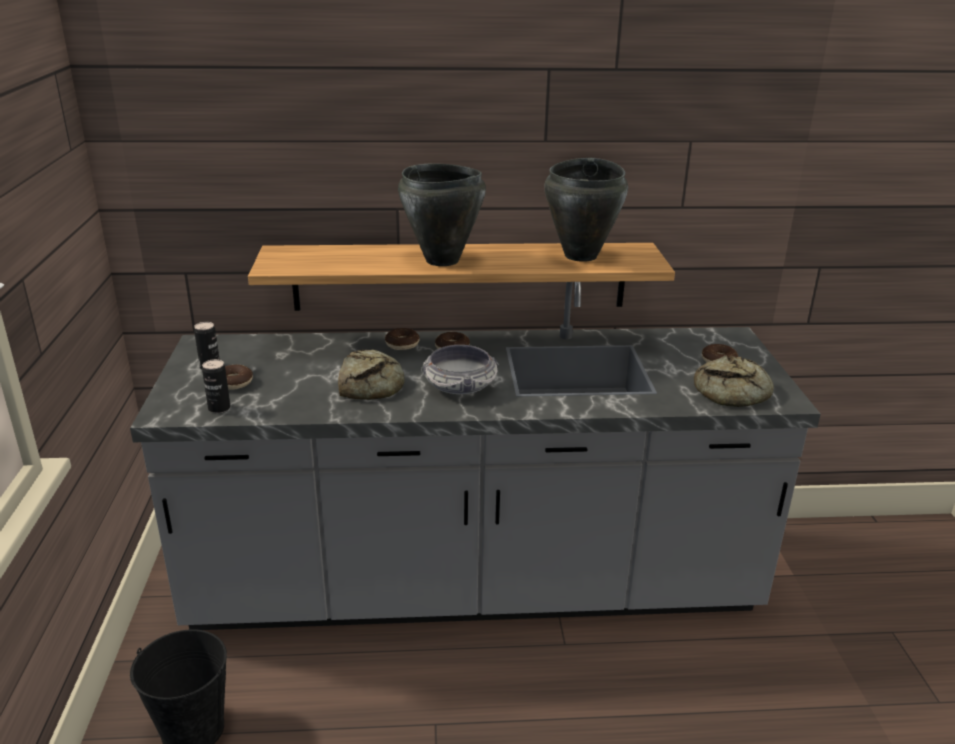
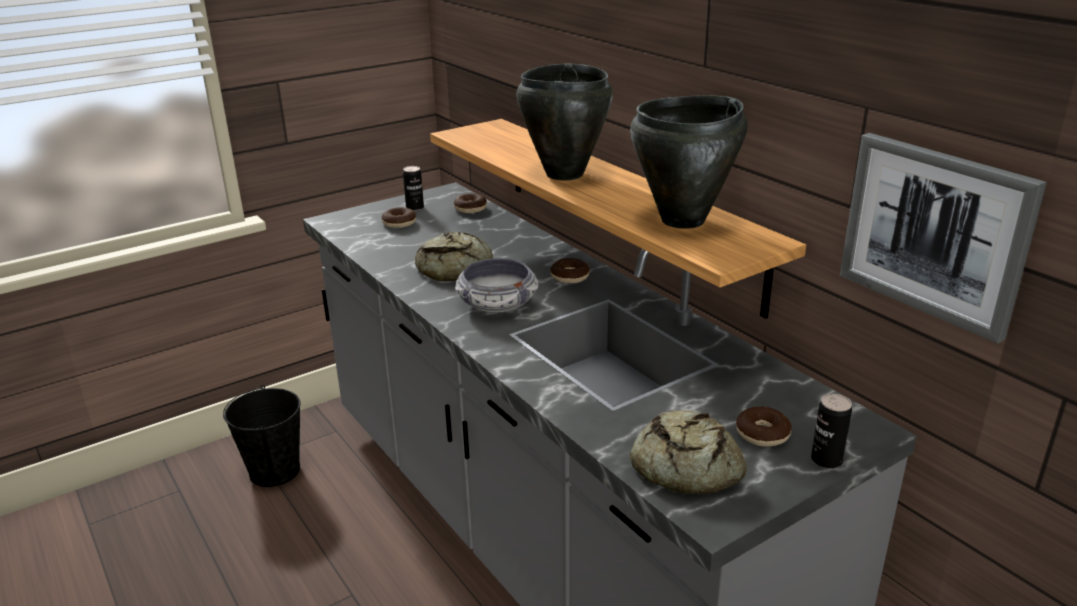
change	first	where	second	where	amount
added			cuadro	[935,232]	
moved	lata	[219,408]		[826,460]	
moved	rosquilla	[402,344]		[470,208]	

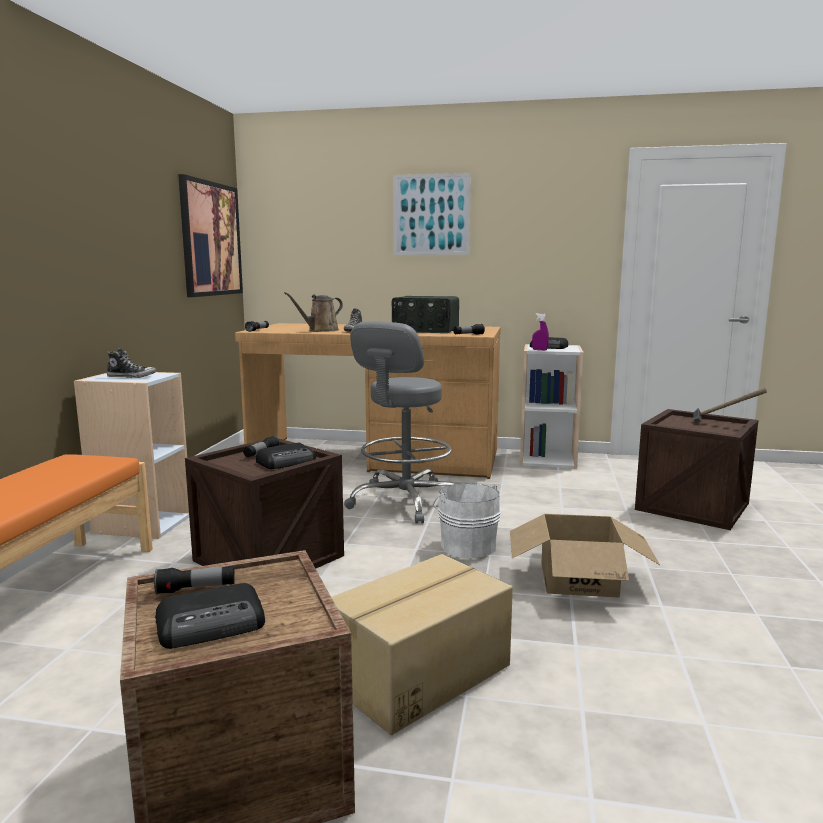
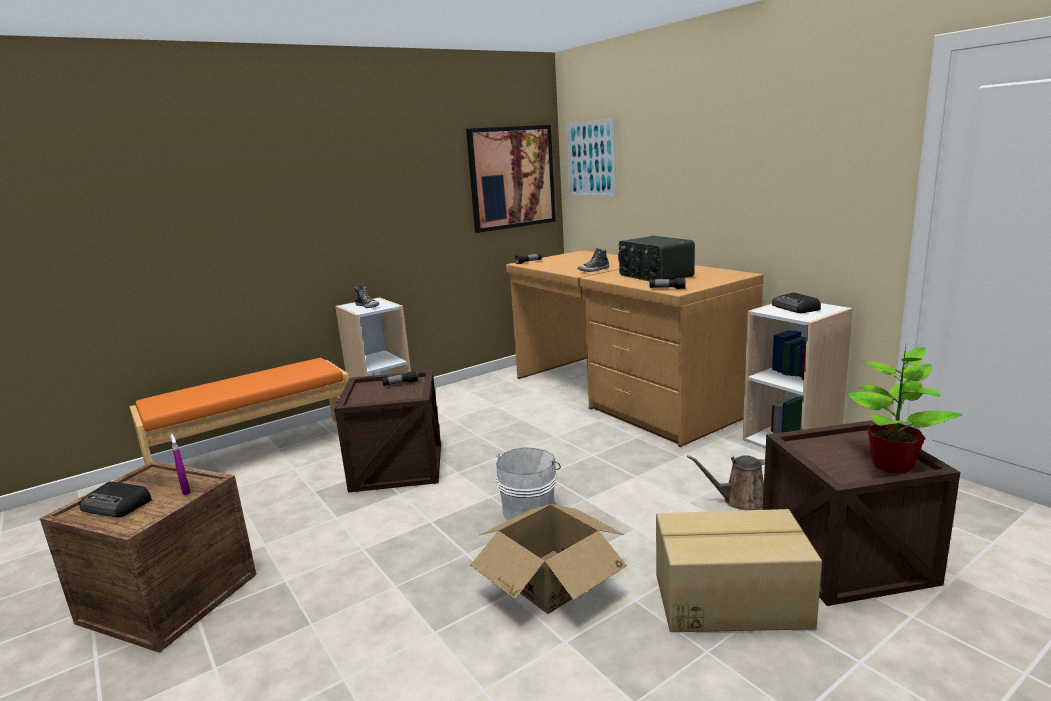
change	first	where	second	where	amount
removed	linterna	[196,589]			
removed	radio	[287,462]			
removed	taburete (gris)	[405,502]			
moved	regadera (marrón)	[320,331]		[740,501]	
moved	caja de cartón	[417,673]		[729,599]	
moved	cuadro	[431,215]		[590,159]	
moved	pulverizador (morado)	[539,350]		[185,490]	
replaced	martillo	[723,425]	planta en maceta	[892,464]	

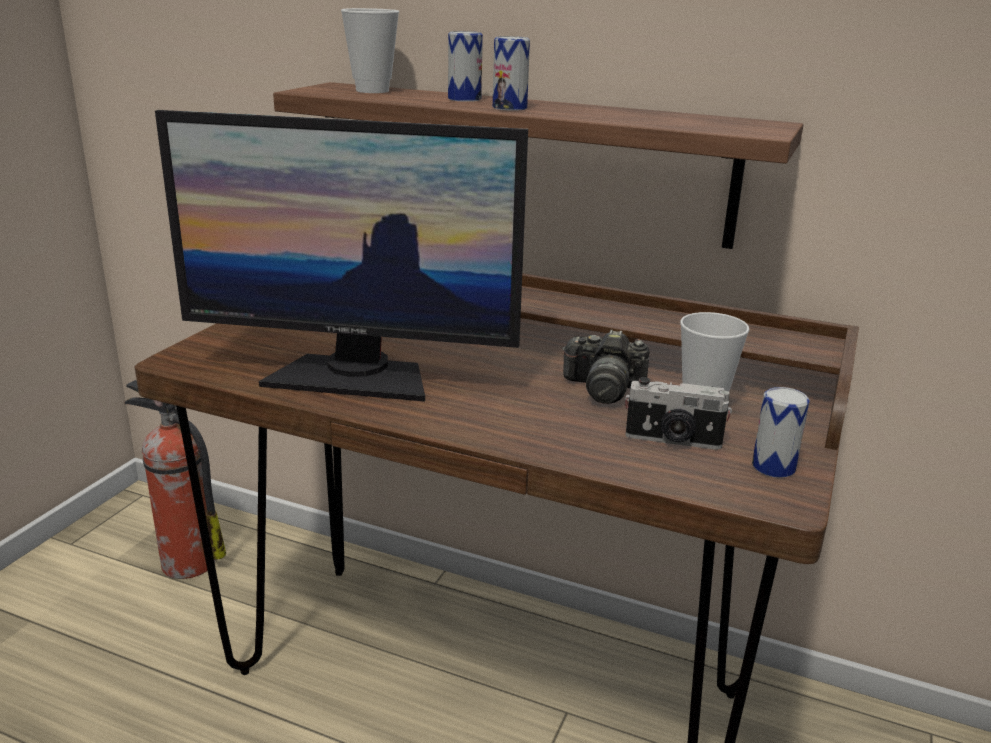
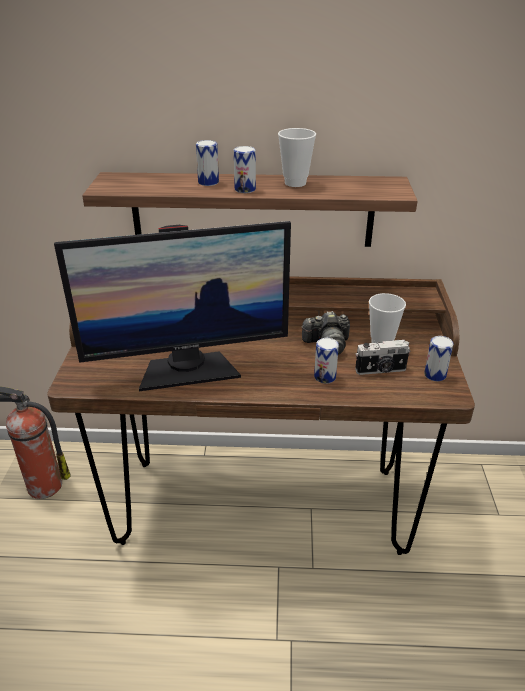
change	first	where	second	where	amount
added			lata	[325,377]	
moved	taza	[372,91]		[295,183]	

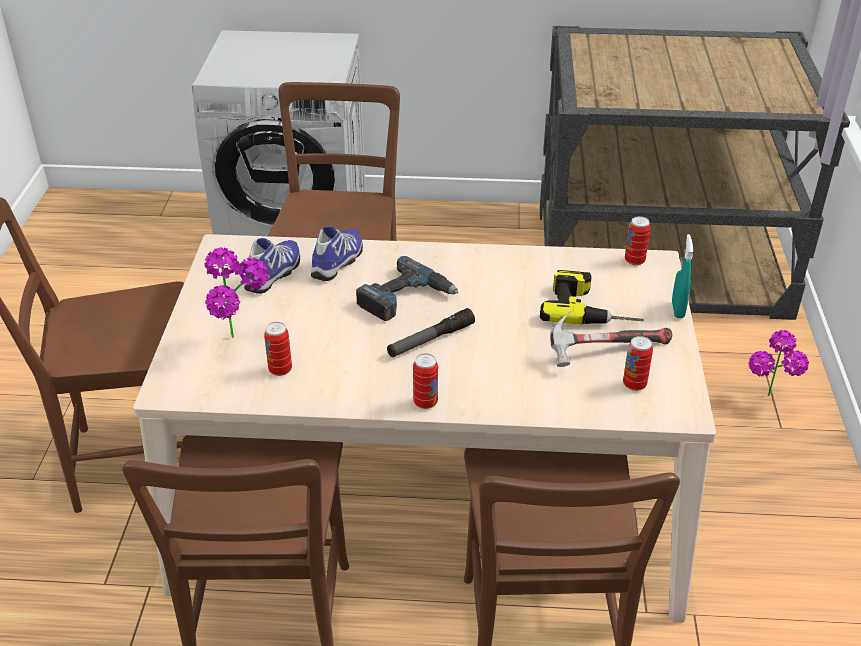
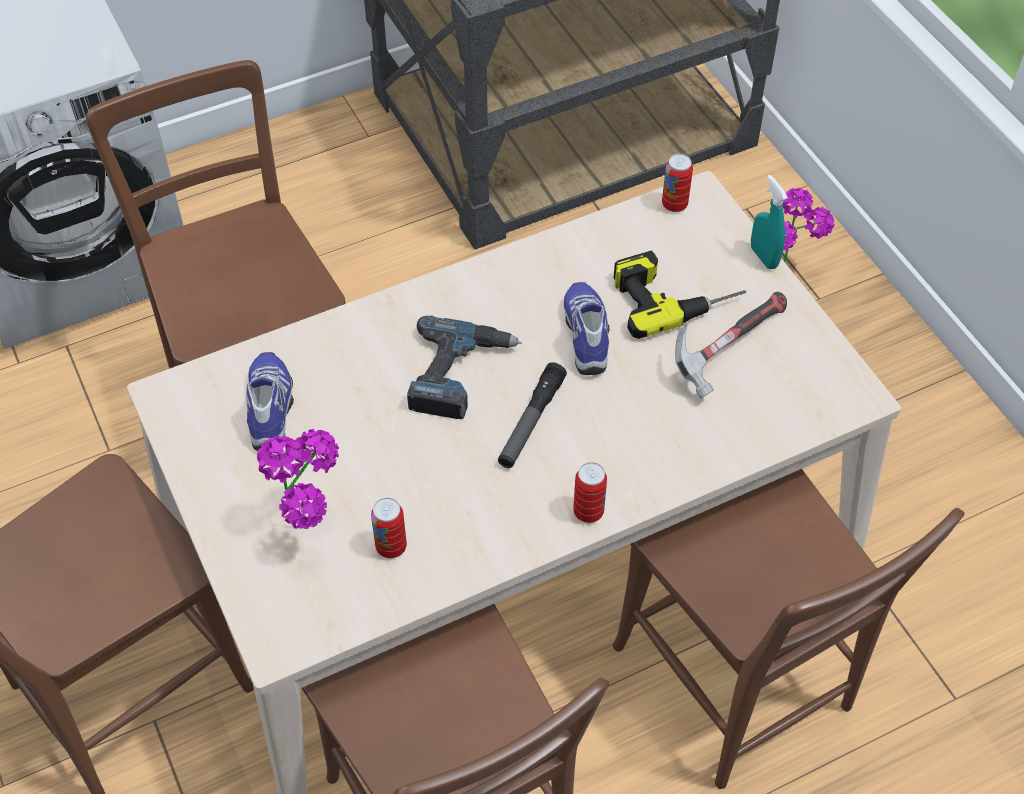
change	first	where	second	where	amount
removed	lata	[634,384]			
moved	zapato	[339,262]		[588,336]	

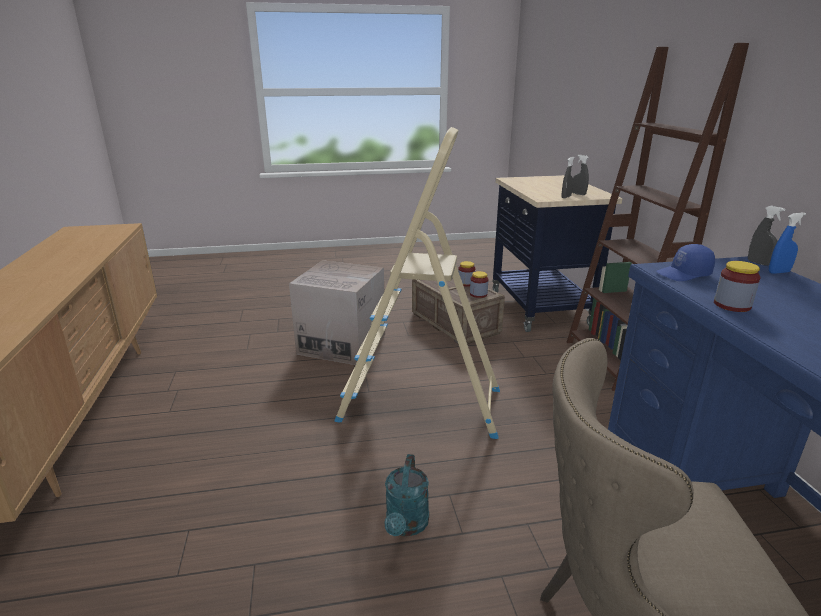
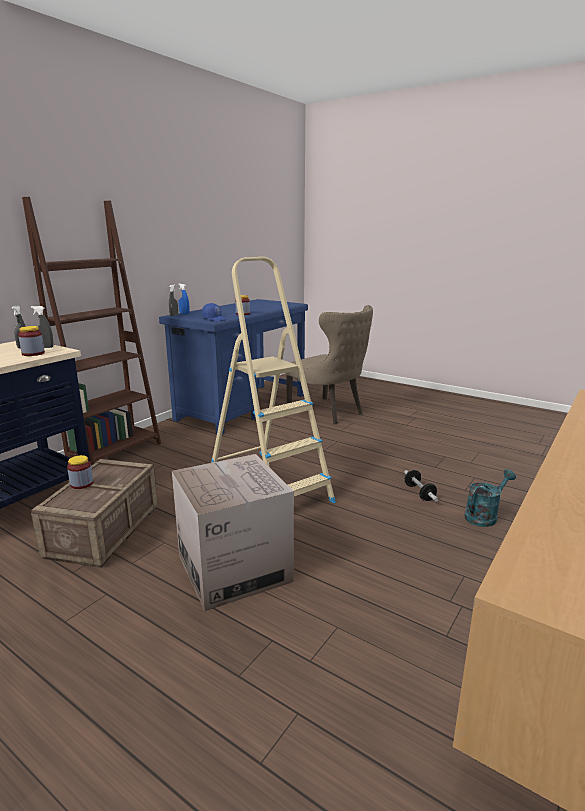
change	first	where	second	where	amount
added			mancuerna	[419,493]	
moved	regadera (turquesa)	[406,525]		[484,516]	
moved	tarro	[478,294]		[33,353]	

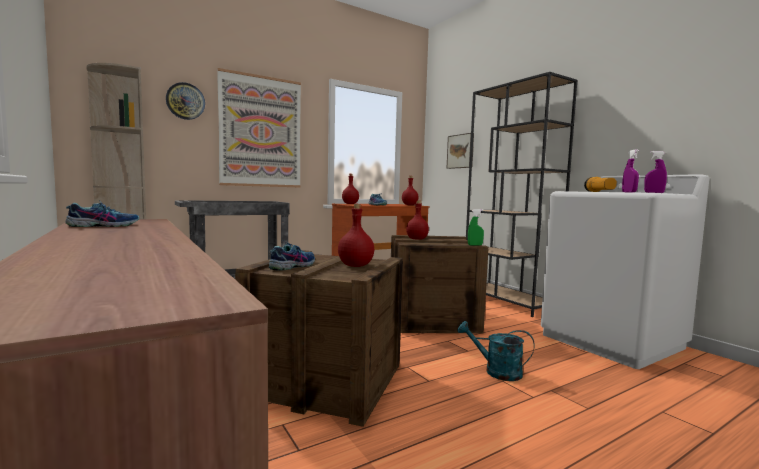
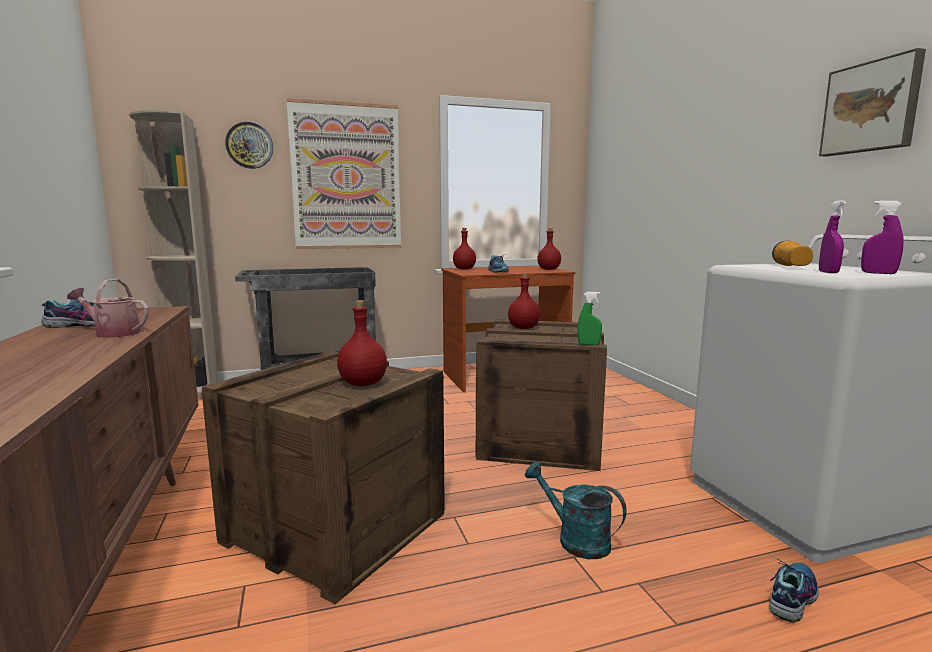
change	first	where	second	where	amount
removed	estantería	[508,302]			
added			regadera	[113,333]	
moved	zapato	[293,266]		[791,597]	
moved	cuadro	[461,151]		[871,107]	

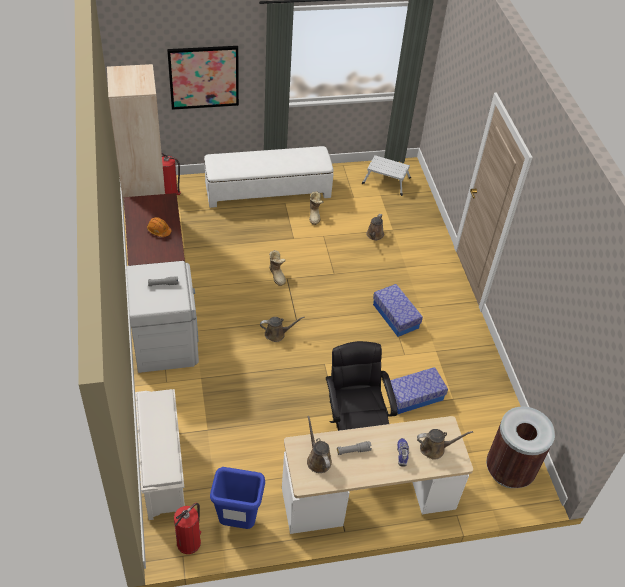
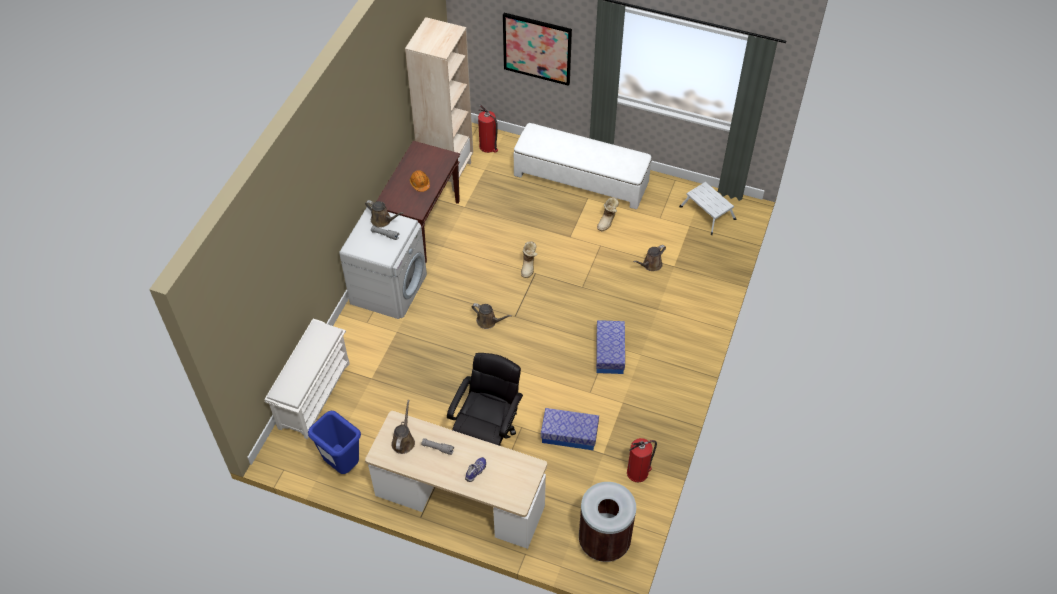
change	first	where	second	where	amount
moved	extintor	[189,542]		[638,472]	
moved	regadera (marrón)	[435,448]		[383,220]	

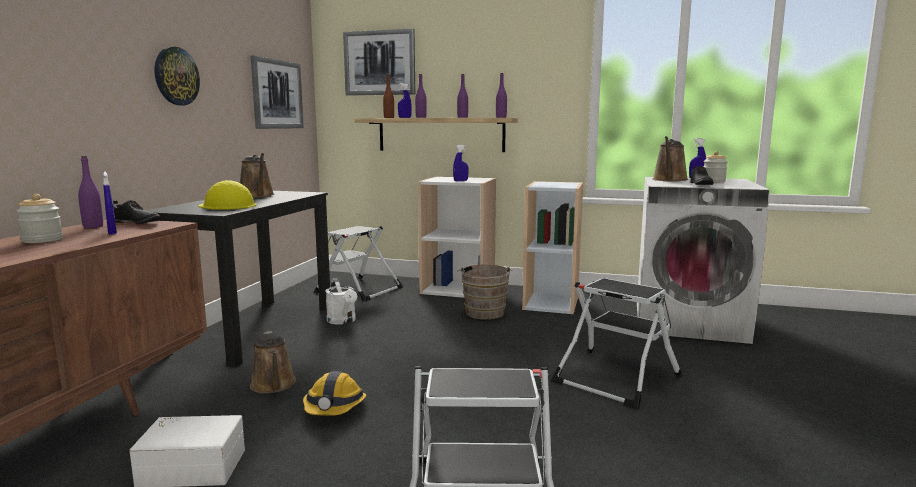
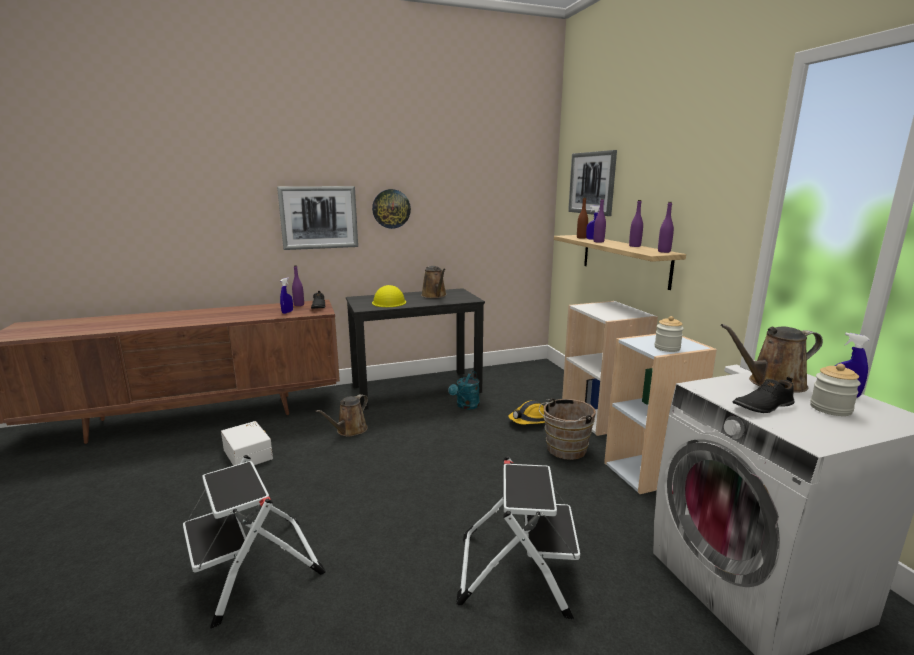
change	first	where	second	where	amount
removed	escalera de tijera	[359,289]			
removed	pulverizador (azul)	[460,181]			
moved	tarro	[42,240]		[667,348]	
moved	cuadro	[277,94]		[319,217]	
moved	casco	[334,408]		[529,421]	
recoloured	regadera (blanco)	[343,321]	regadera (turquesa)	[466,406]	
turned	regadera (marrón)	[257,196]		[435,296]	45 degrees counterclockwise

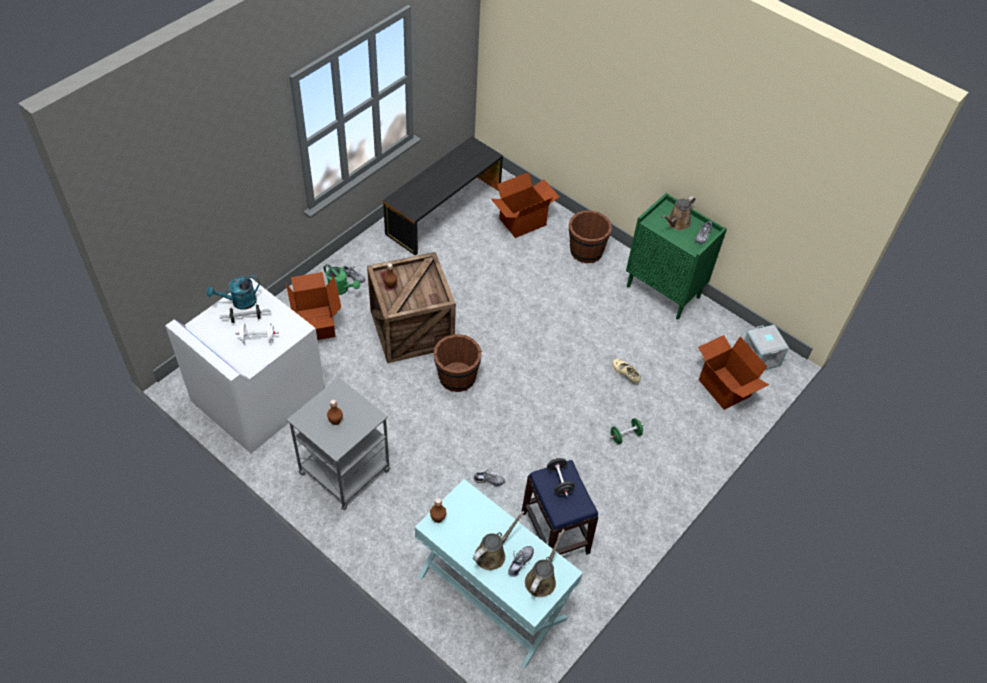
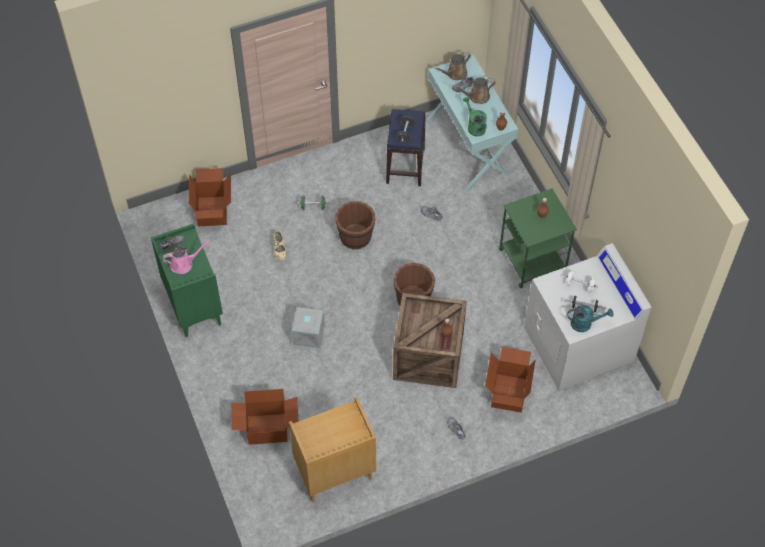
change	first	where	second	where	amount
moved	regadera (verde)	[341,289]		[474,126]	
moved	cubo (marrón)	[585,251]		[355,237]	
moved	caja de almacenaje (gris)	[760,358]		[308,334]	
replaced	banco (negro)	[443,210]	armario (marrón)	[334,474]	
recoloured	carrito (gris)	[343,470]	carrito (verde)	[532,261]	
recoloured	regadera (marrón)	[677,223]	regadera (rosa)	[183,264]	

